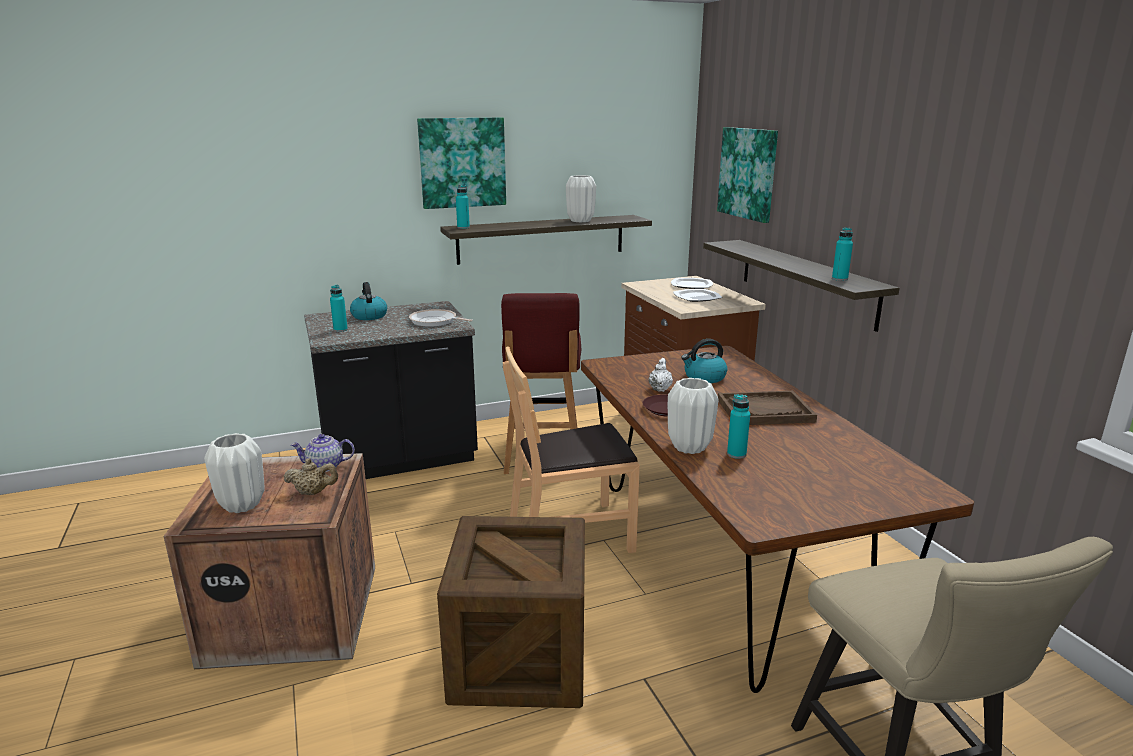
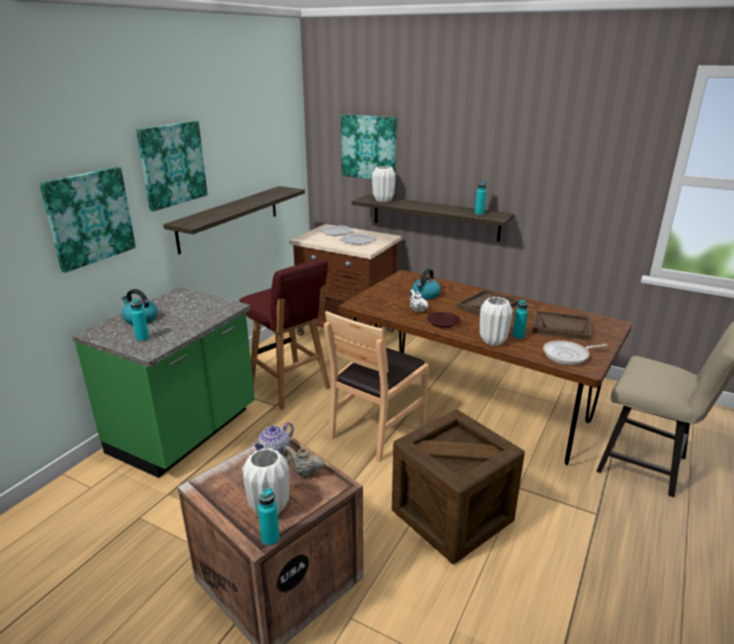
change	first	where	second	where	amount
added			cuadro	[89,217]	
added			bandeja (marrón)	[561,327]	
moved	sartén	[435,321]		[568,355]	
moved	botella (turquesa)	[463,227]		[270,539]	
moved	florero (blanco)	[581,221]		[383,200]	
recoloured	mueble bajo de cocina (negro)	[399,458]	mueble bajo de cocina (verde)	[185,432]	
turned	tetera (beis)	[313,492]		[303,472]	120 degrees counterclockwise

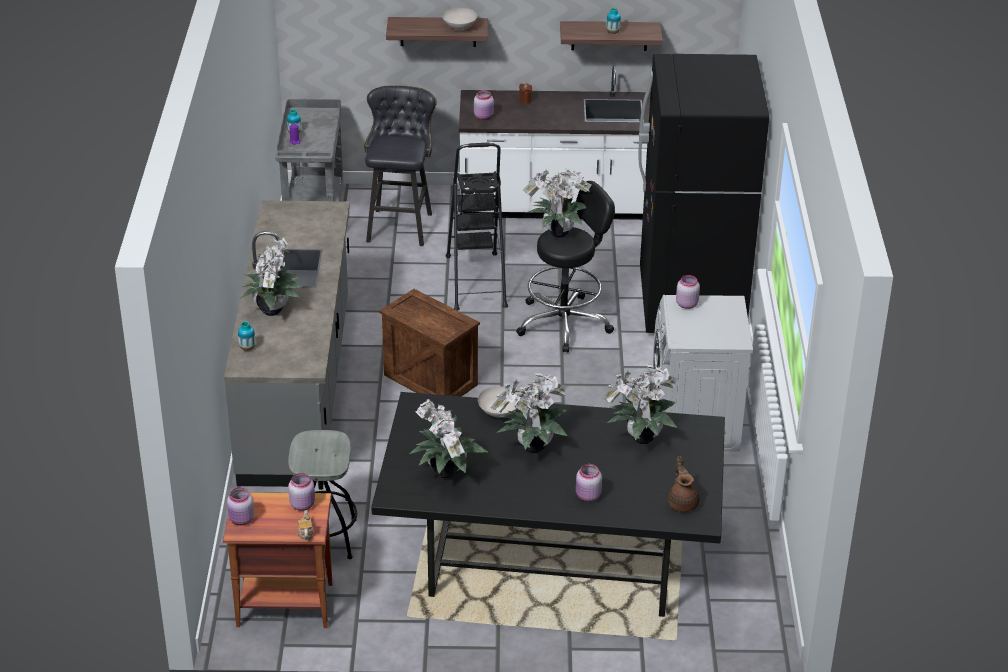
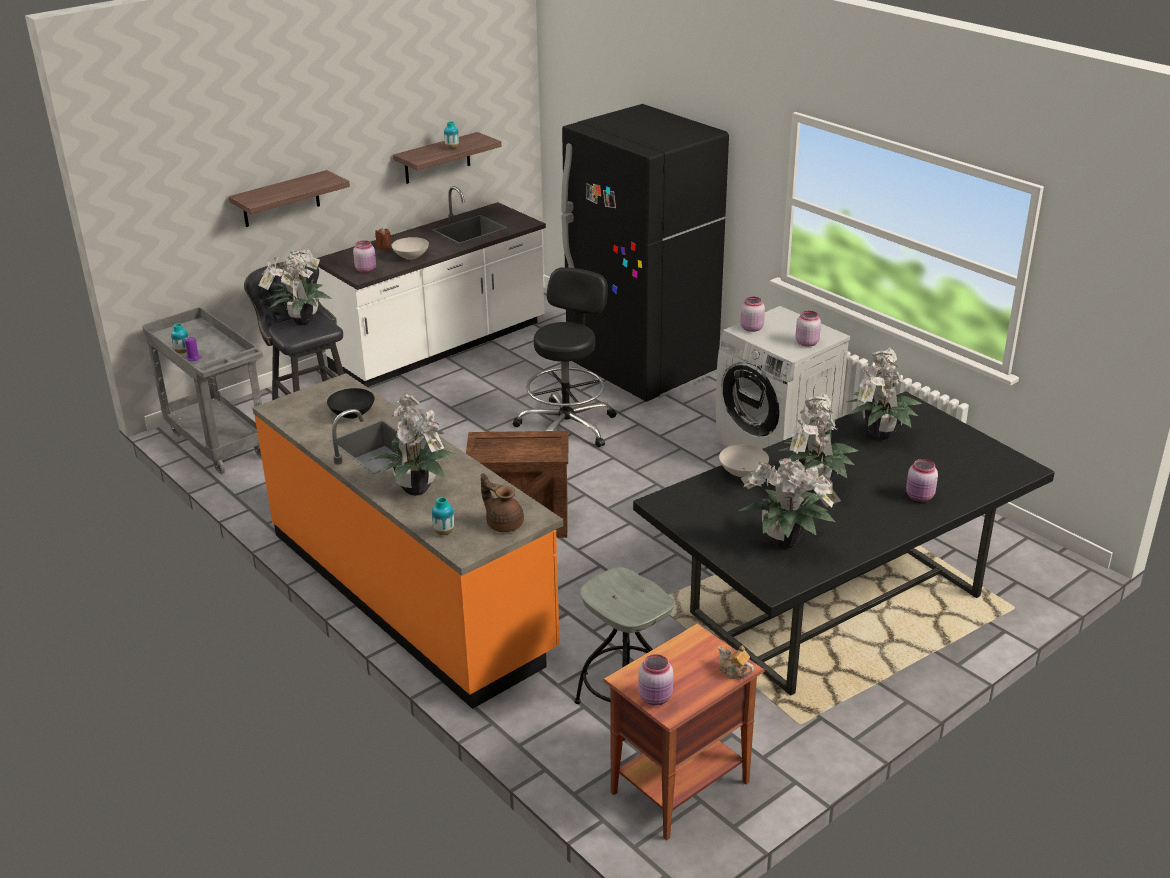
change	first	where	second	where	amount
removed	escalera de tijera	[476,281]			
added			cuenco (negro)	[353,414]	
moved	tarro (rosa)	[303,504]		[806,342]	
moved	cuenco (blanco)	[459,27]		[410,257]	
moved	planta en maceta	[556,233]		[300,322]	
moved	tetera (marrón)	[683,503]		[503,523]	
recoloured	mueble bajo de cocina (gris)	[298,390]	mueble bajo de cocina (naranja)	[410,592]	

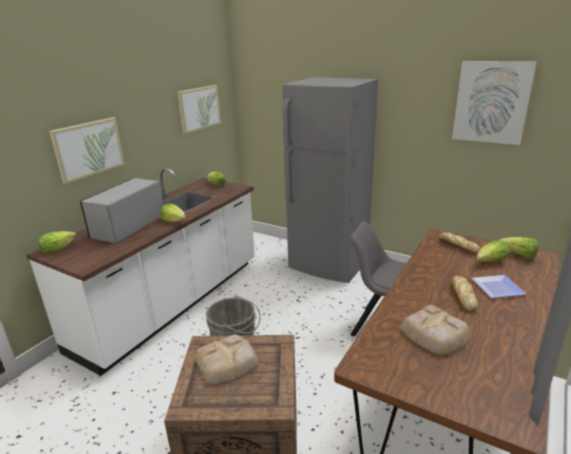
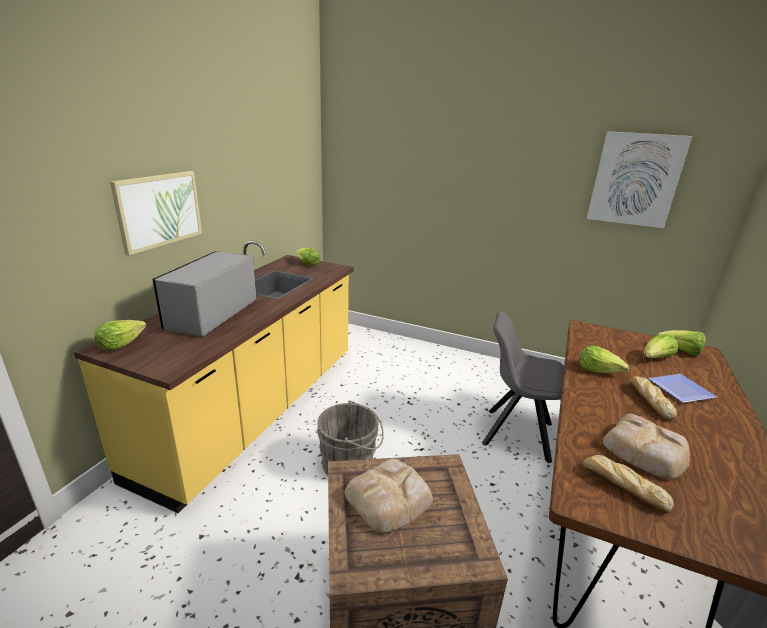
change	first	where	second	where	amount
removed	cuadro	[199,108]			
removed	nevera (gris)	[328,265]			
moved	lechuga	[174,221]		[598,370]	
moved	pan	[457,246]		[622,486]	
recoloured	mueble bajo de cocina (blanco)	[173,304]	mueble bajo de cocina (amarillo)	[256,410]	

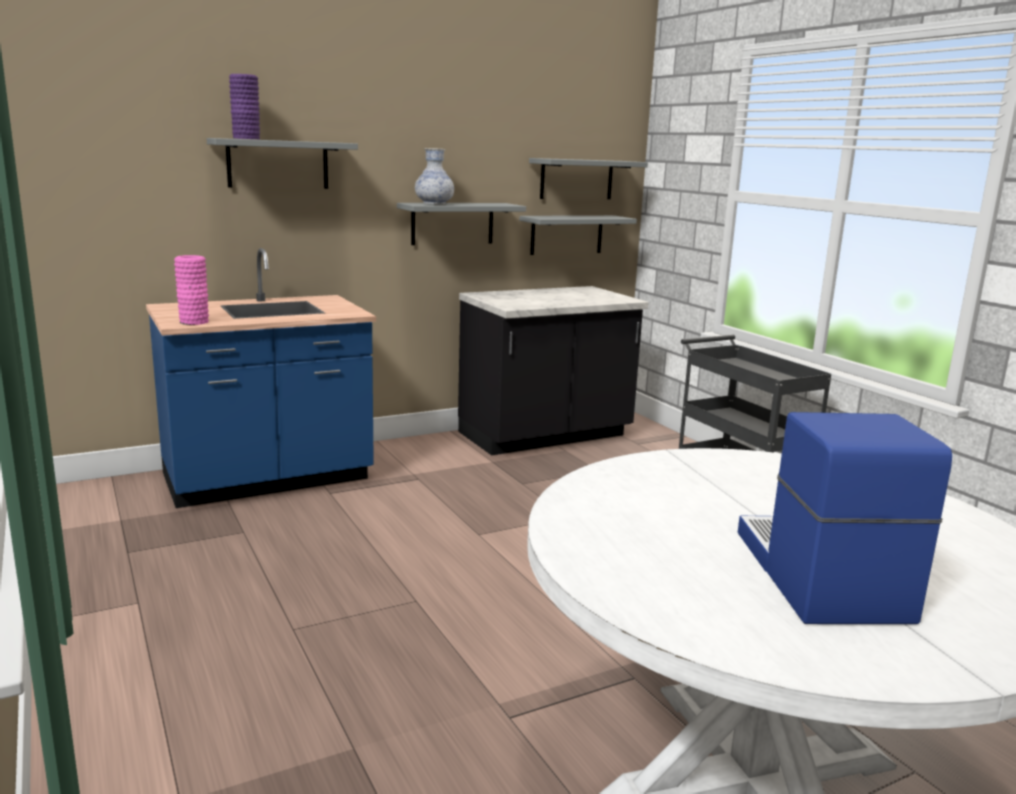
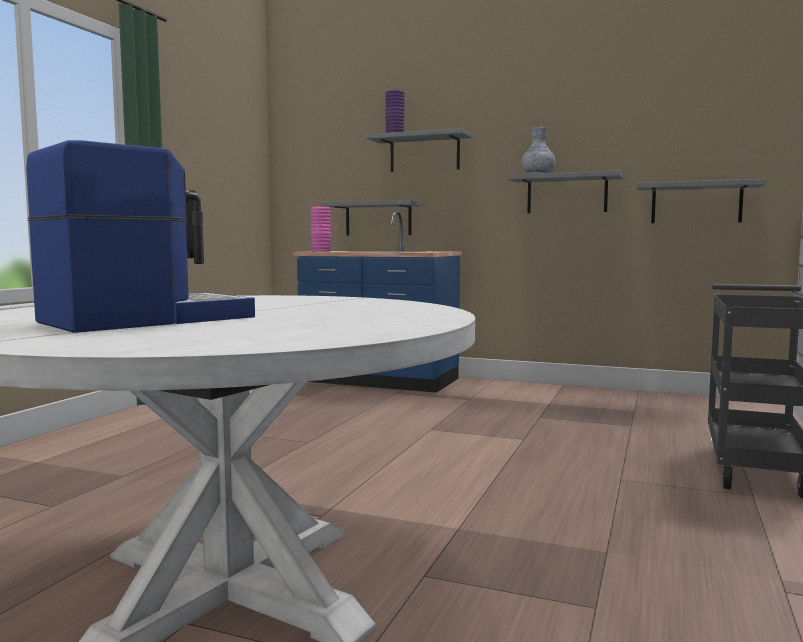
change	first	where	second	where	amount
removed	mueble bajo de cocina (negro)	[546,436]			
moved	estante (gris)	[576,179]		[378,219]	

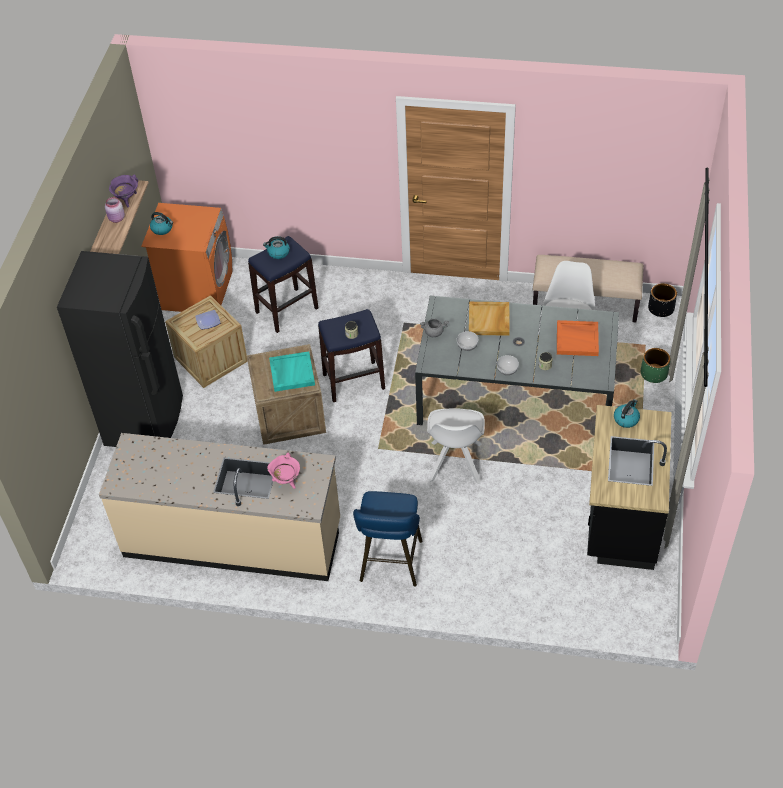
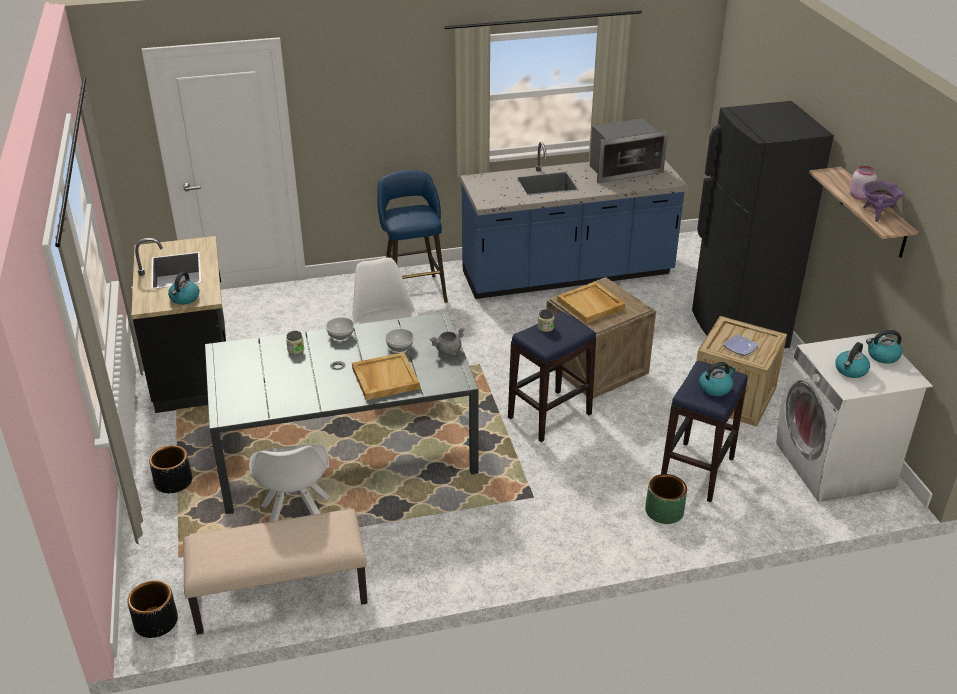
change	first	where	second	where	amount
removed	olla (rosa)	[286,481]			
removed	bandeja (naranja)	[577,339]			
added			maceta (negro)	[173,482]	
added			microondas	[622,170]	
added			hervidor	[850,370]	
moved	maceta (verde)	[653,373]		[664,512]	
recoloured	mueble bajo de cocina (beis)	[233,538]	mueble bajo de cocina (azul)	[567,275]	
recoloured	lavadora (naranja)	[196,289]	lavadora (blanco)	[836,466]	
recoloured	bandeja (turquesa)	[291,372]	bandeja (beis)	[591,305]	

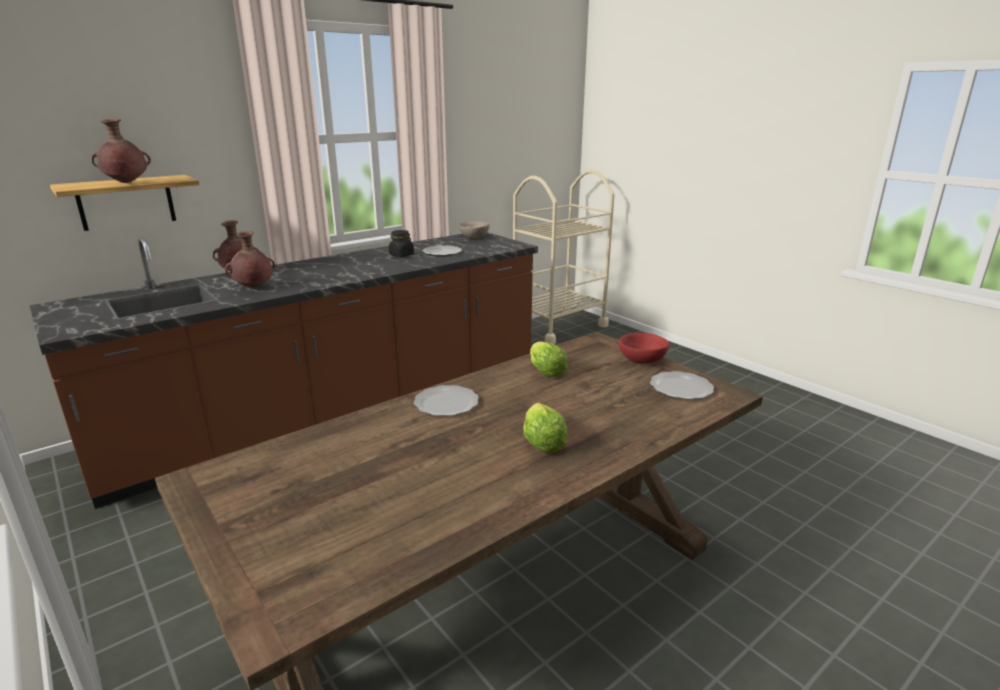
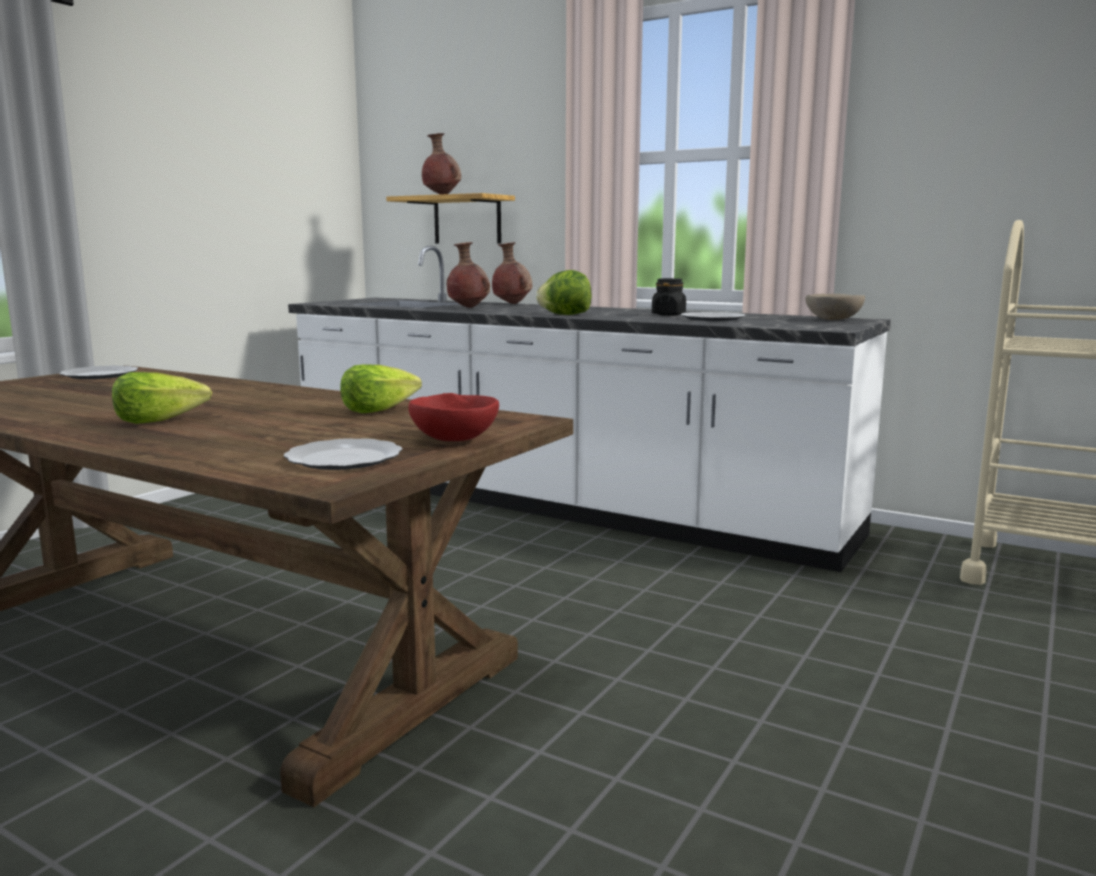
change	first	where	second	where	amount
added			lechuga	[565,314]	
moved	plato	[445,403]		[99,375]	
recoloured	mueble bajo de cocina (marrón)	[340,409]	mueble bajo de cocina (blanco)	[555,503]	

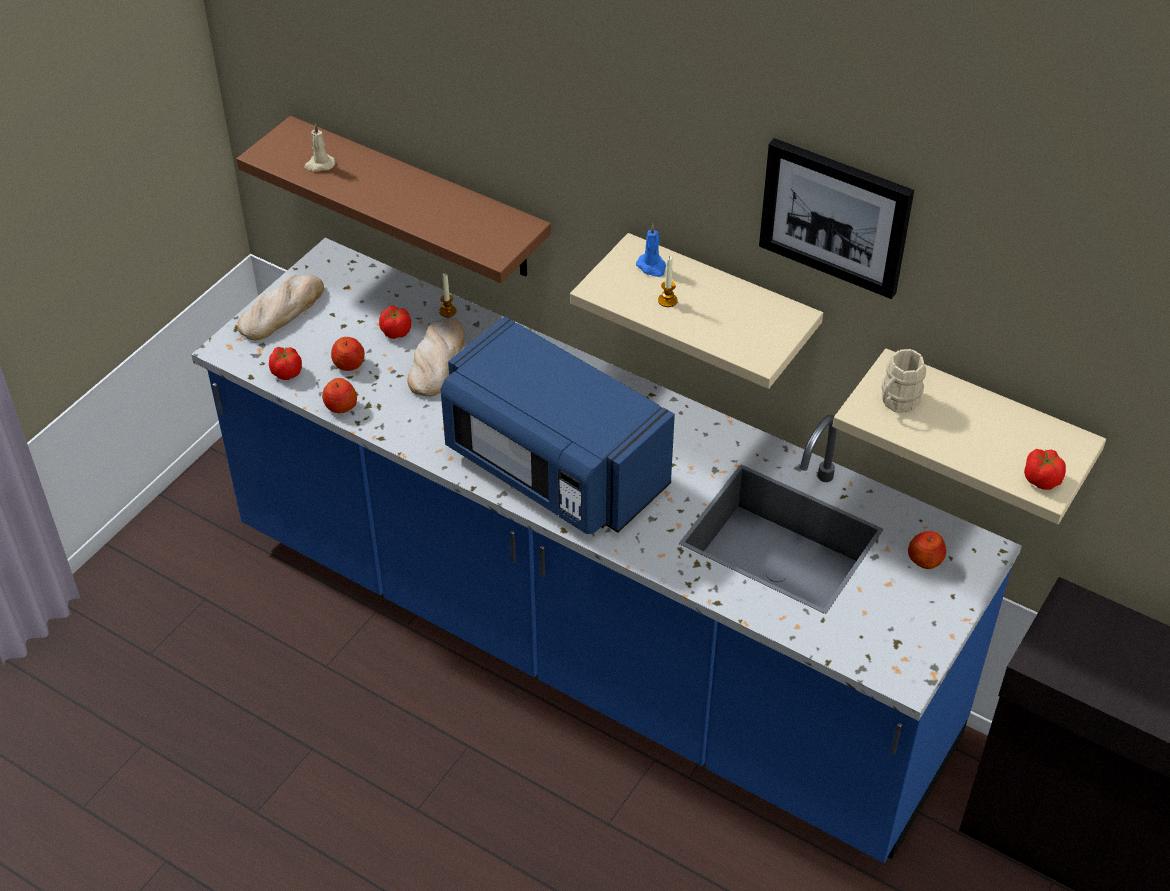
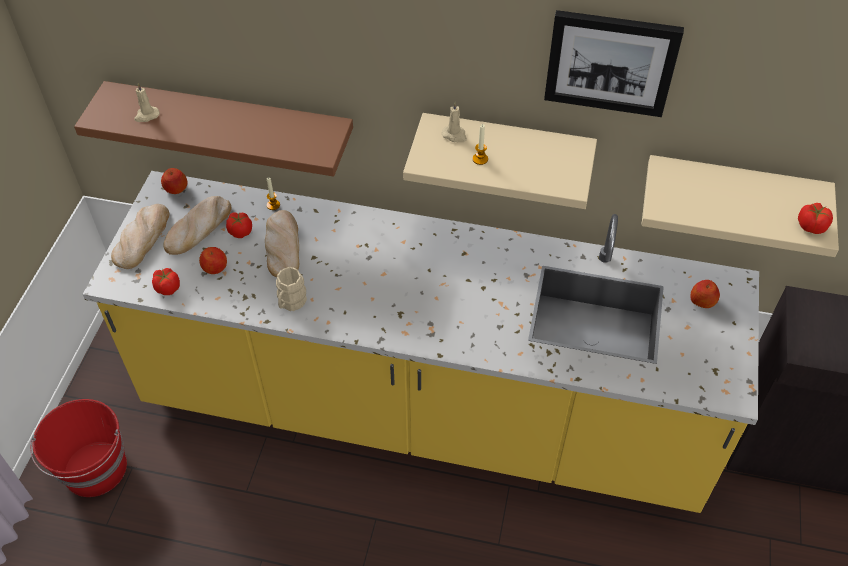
change	first	where	second	where	amount
removed	microondas (azul)	[553,468]			
added			cubo (rojo)	[95,470]	
added			pan	[198,228]	
moved	manzana	[340,406]		[176,189]	
moved	taza grande (beis)	[896,401]		[290,302]	
recoloured	mueble bajo de cocina (azul)	[584,638]	mueble bajo de cocina (amarillo)	[424,411]	
recoloured	vela (azul)	[652,267]	vela (beis)	[455,135]	

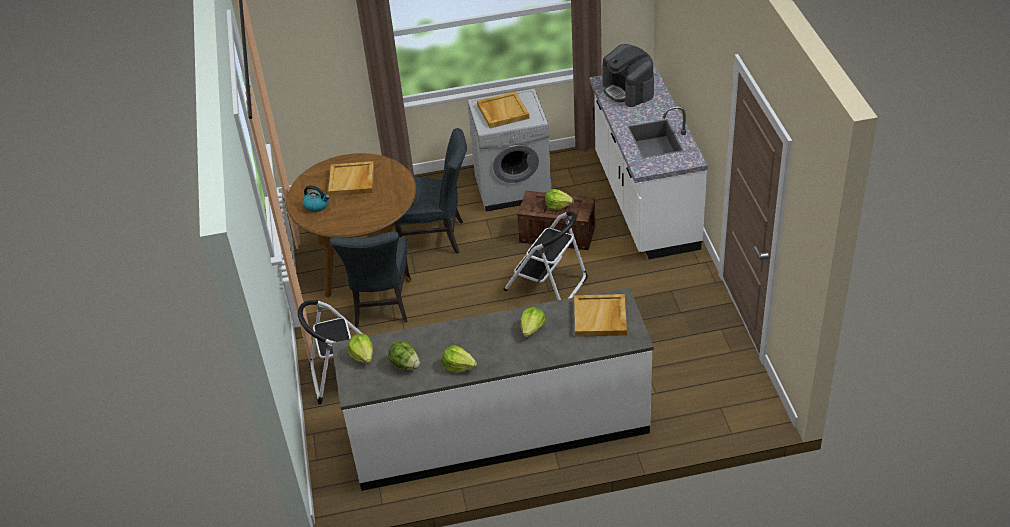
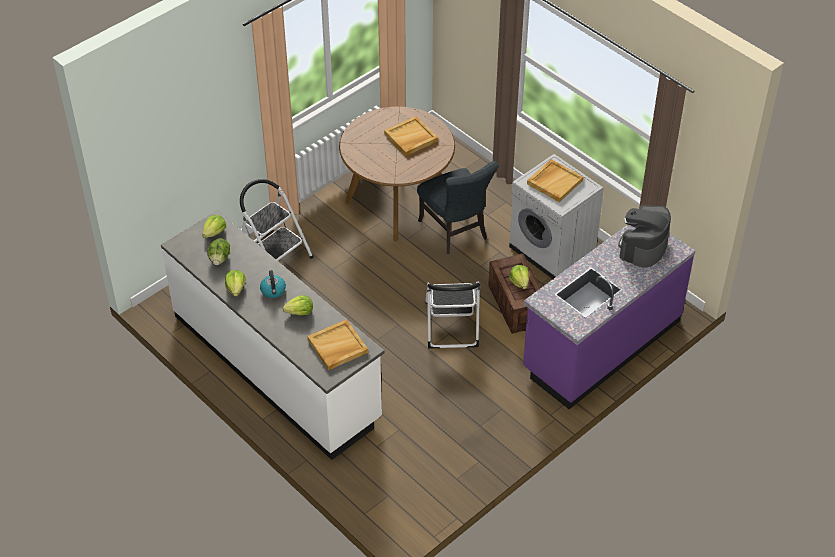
change	first	where	second	where	amount
removed	silla (gris)	[381,306]			
moved	hervidor	[317,205]		[273,291]	
recoloured	mueble bajo de cocina (blanco)	[644,202]	mueble bajo de cocina (morado)	[601,345]	

